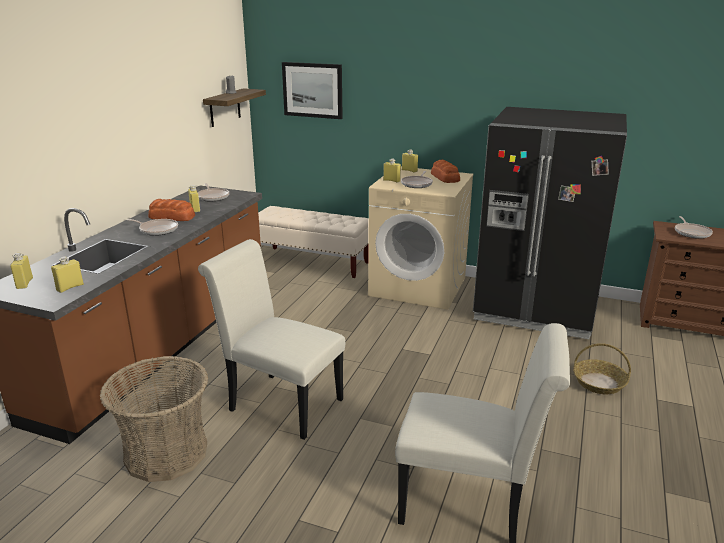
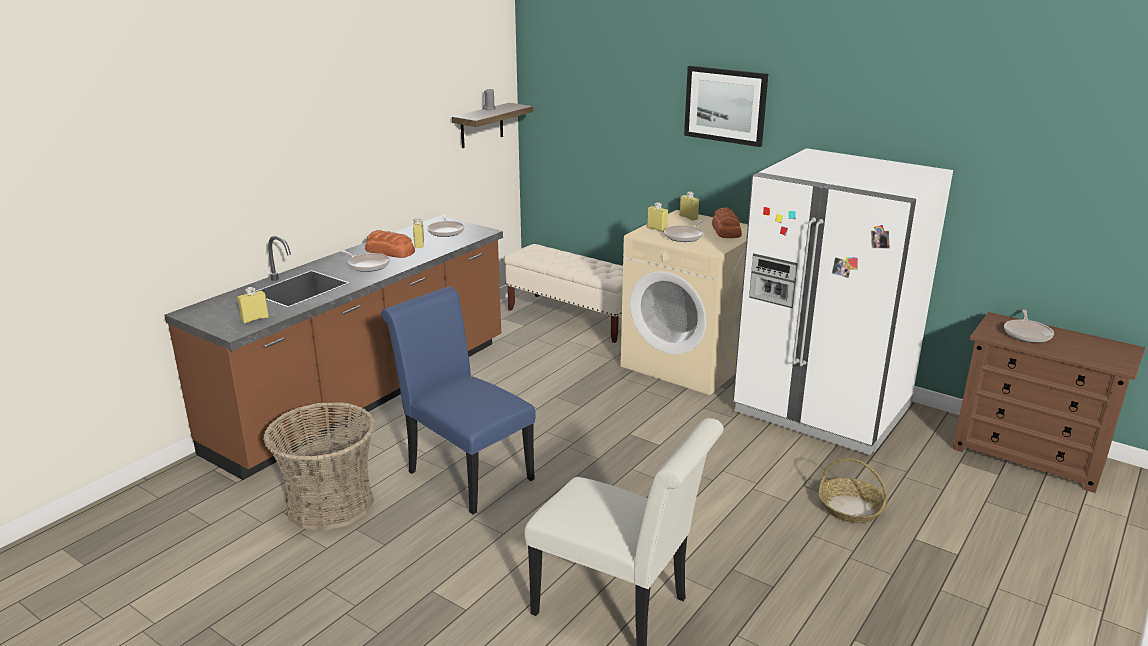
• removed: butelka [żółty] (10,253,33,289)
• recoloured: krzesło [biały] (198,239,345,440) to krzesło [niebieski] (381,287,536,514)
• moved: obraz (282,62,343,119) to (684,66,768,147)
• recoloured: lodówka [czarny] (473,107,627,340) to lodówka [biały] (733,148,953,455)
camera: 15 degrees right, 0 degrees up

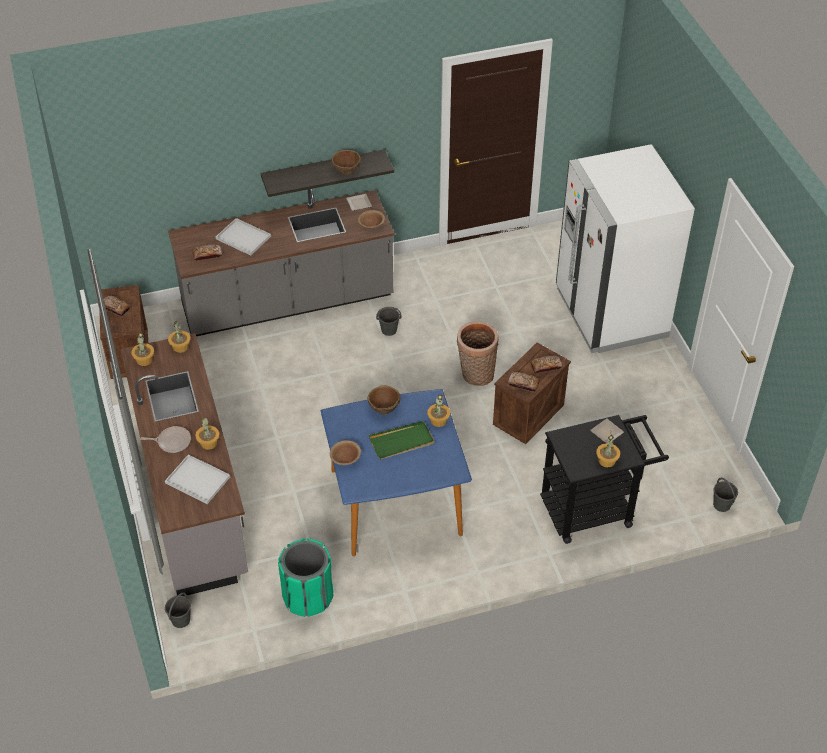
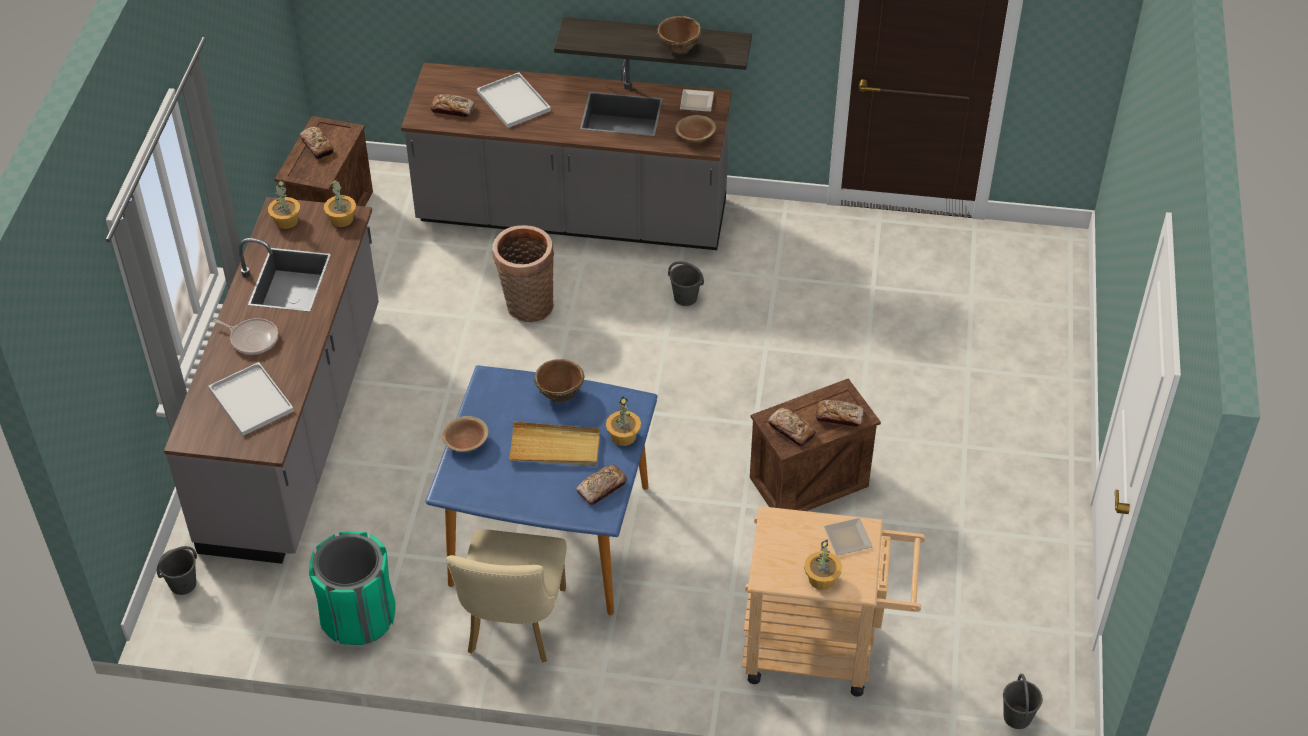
• removed: roślina doniczkowa (196,417,220,449)
• recoloured: taca [zielony] (369,421,434,459) to taca [beżowy] (508,422,600,466)
• moved: koszyk (457,321,499,386) to (492,225,554,322)
• recoloured: wózek [czarny] (540,415,669,544) to wózek [beżowy] (742,506,925,697)
• removed: lodówka [biały] (556,144,695,353)
• added: krzesło [beżowy] (446,529,567,662)
• added: chleb (576,465,627,505)
camera: 25 degrees right, 0 degrees up

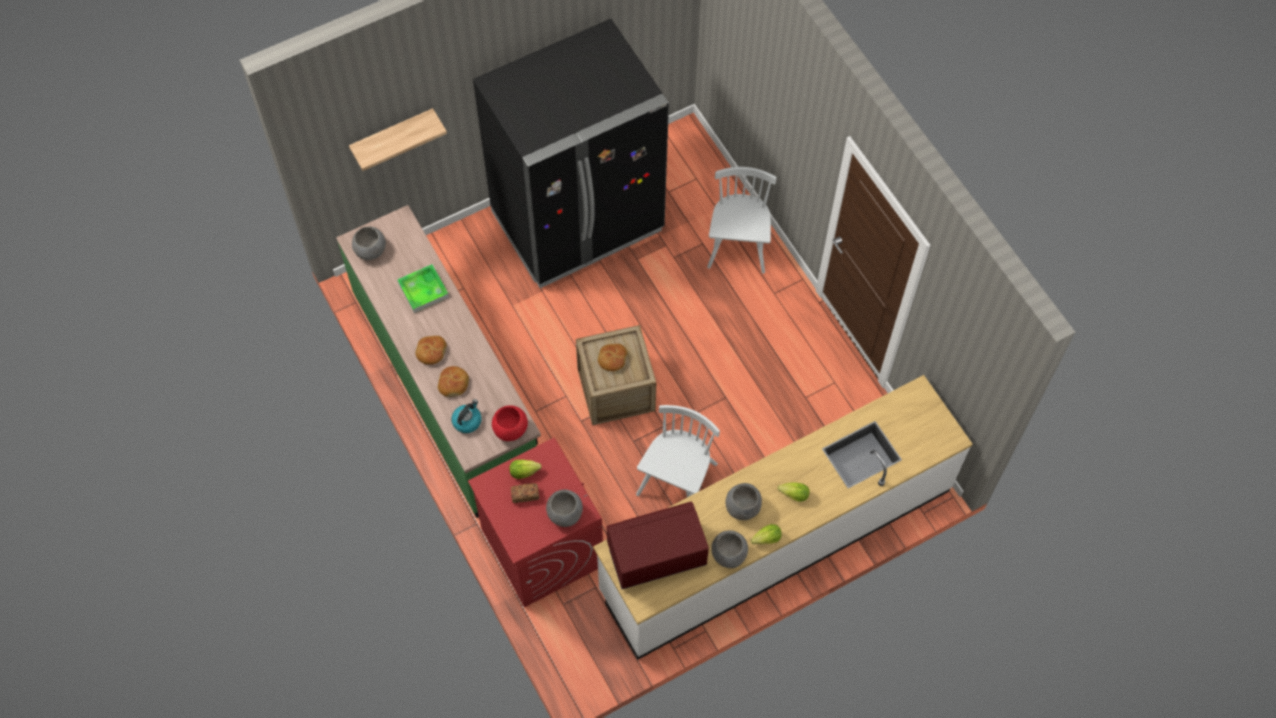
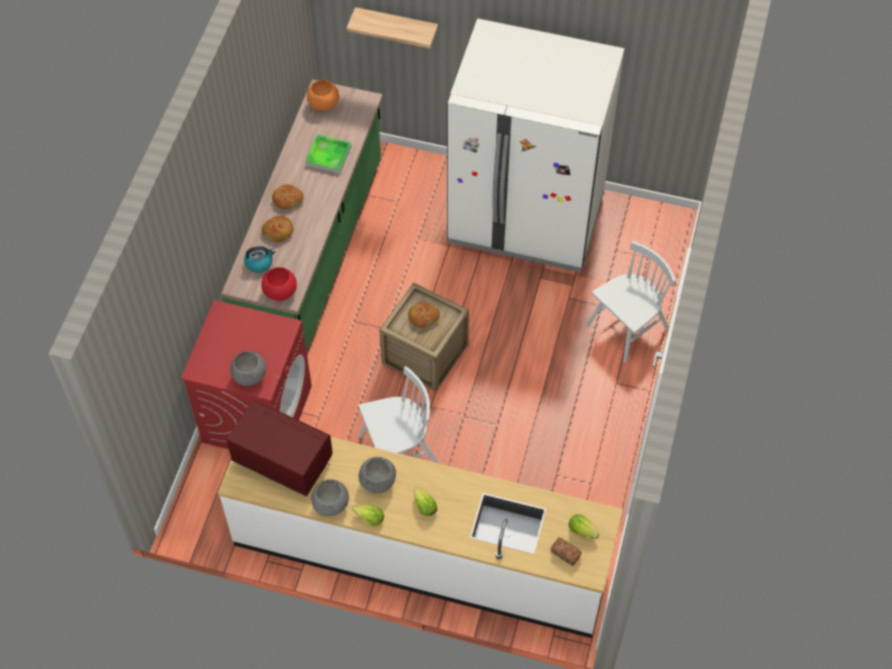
• recoloured: miska [szary] (352,227,386,260) to miska [pomarańczowy] (307,80,339,111)
• recoloured: lodówka [czarny] (473,19,669,288) to lodówka [biały] (447,19,624,272)
• moved: sałata (509,460,542,479) to (569,514,599,539)
• moved: chleb (511,483,539,503) to (550,538,582,566)
camera: 45 degrees right, 5 degrees down

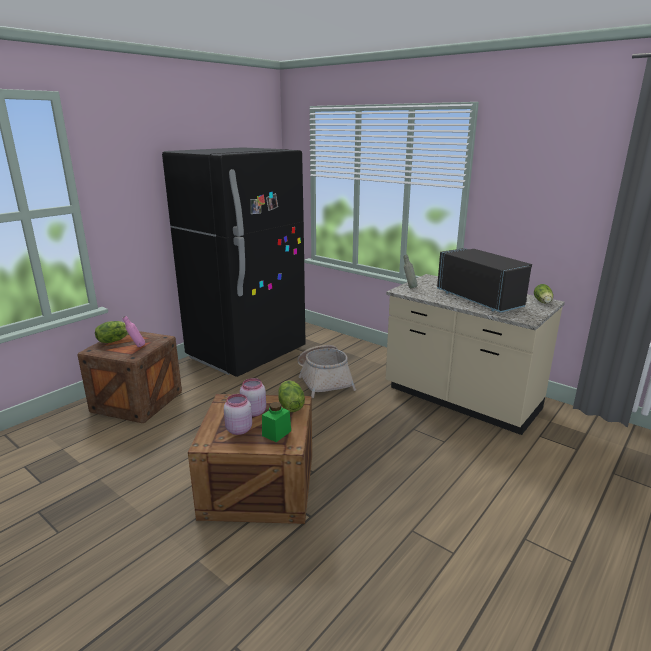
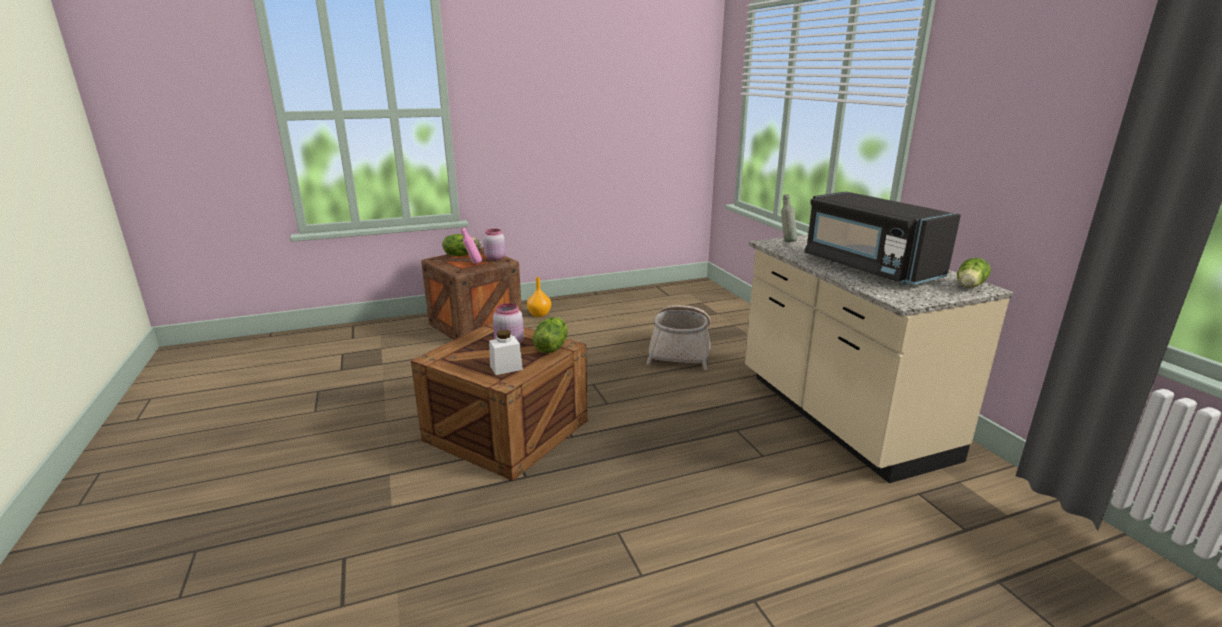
• removed: lodówka [czarny] (162,147,306,377)
• moved: słoik [różowy] (224,394,252,435) to (483,229,506,260)
• recoloured: słoik [zielony] (262,402,291,442) to słoik [biały] (489,330,523,375)
• turned: mikrofalówka [czarny] (437,248,532,313) = (804,192,961,285) 150 degrees clockwise
• added: wazon [pomarańczowy] (527,277,551,317)
camera: 30 degrees right, 0 degrees up

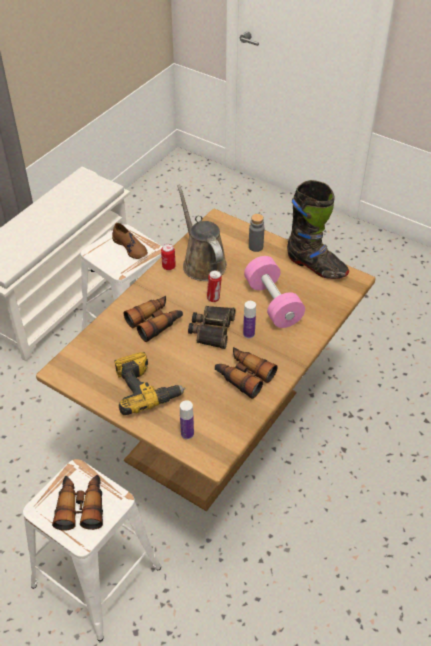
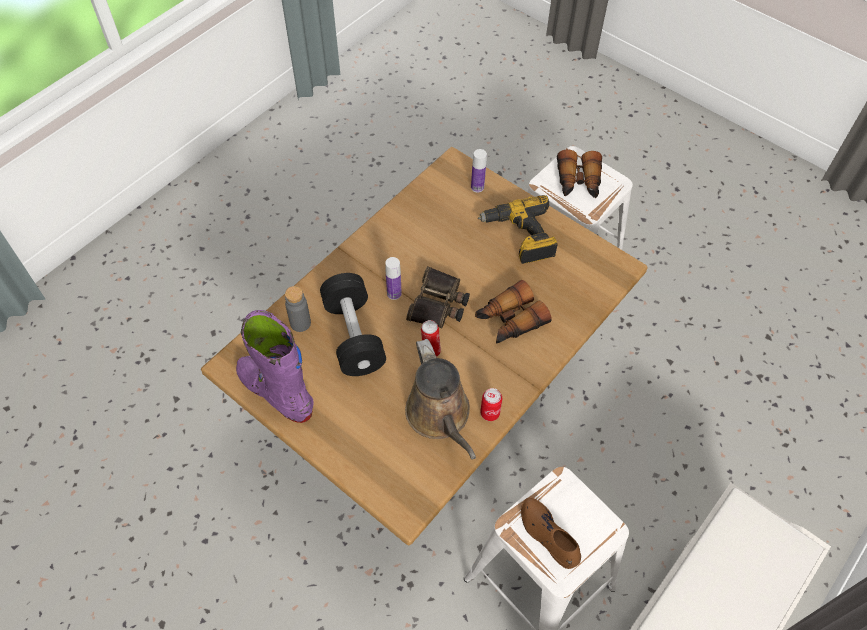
• removed: lornetka (215,347,278,399)
• recoloured: hantel [różowy] (244,256,305,328) to hantel [czarny] (320,273,386,376)
• moved: butelka [szary] (249,214,264,252) to (285,286,311,332)
• recoloured: but z cholewką [czarny] (287,180,349,279) to but z cholewką [fioletowy] (236,310,314,423)
camera: 175 degrees left, 10 degrees up

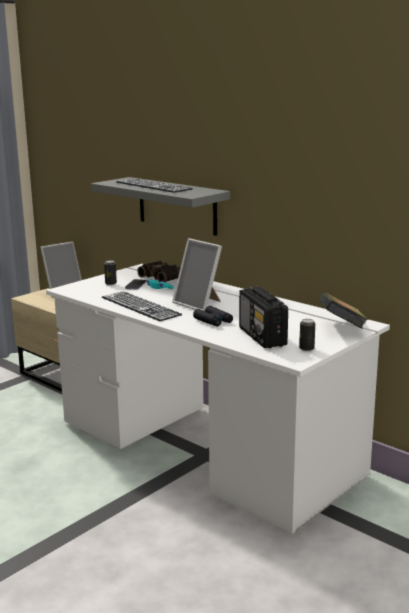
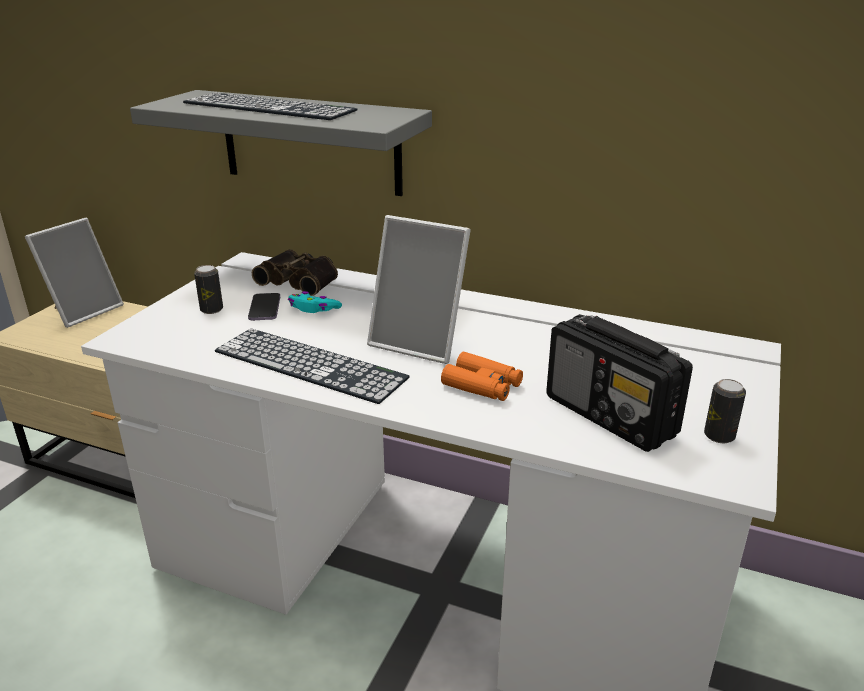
• recoloured: lornetka [czarny] (193,306,233,326) to lornetka [pomarańczowy] (441,352,523,401)
• removed: książka (319,293,368,329)
camera: 20 degrees left, 10 degrees up

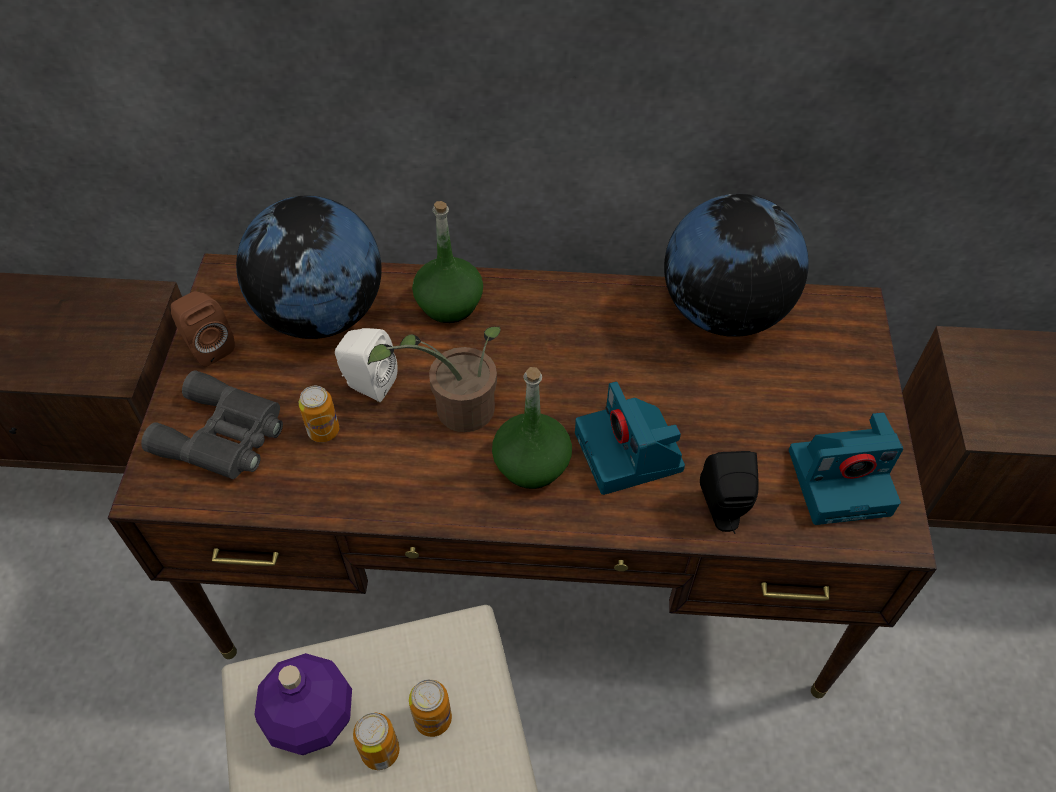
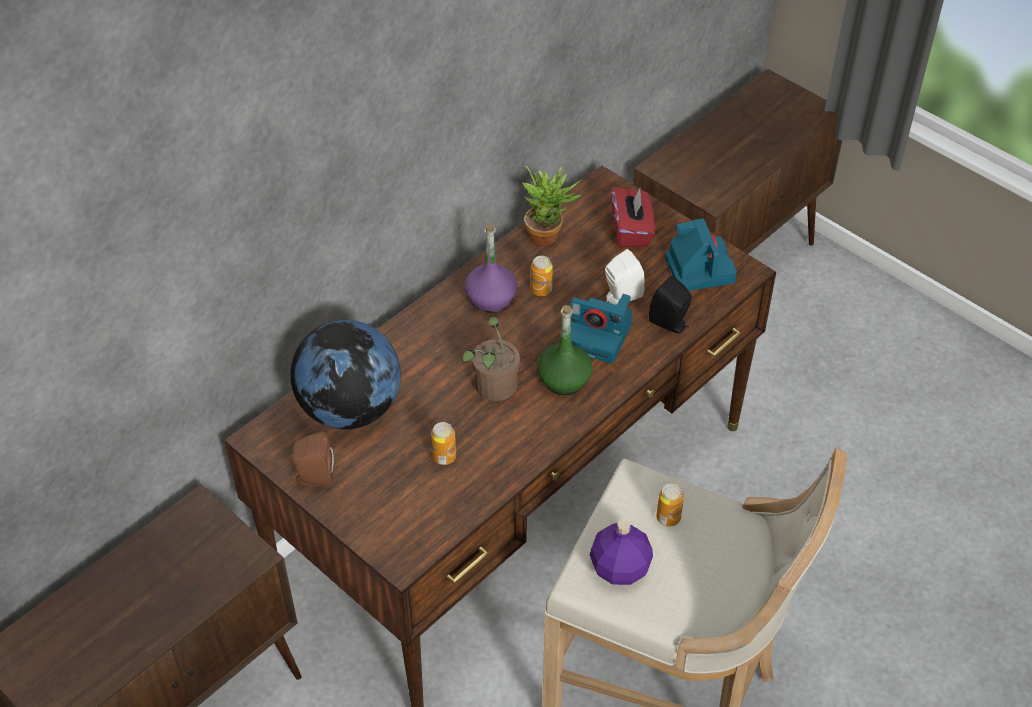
• removed: lornetka [szary] (141,370,283,479)
• moved: głośnik [biały] (335,328,397,402) to (605,249,645,305)
• moved: puszka (353,712,400,770) to (530,256,553,296)
• removed: butelka [zielony] (412,201,483,323)
• replaced: globus (664,194,809,337) to roślina doniczkowa (522,165,582,246)
• turned: aparat fotograficzny (789,412,903,525) = (665,218,737,291) 45 degrees counterclockwise
• added: butelka [fioletowy] (465,224,517,313)
• added: pudełko chusteczek [czerwony] (611,187,655,248)
camera: 50 degrees left, 5 degrees down

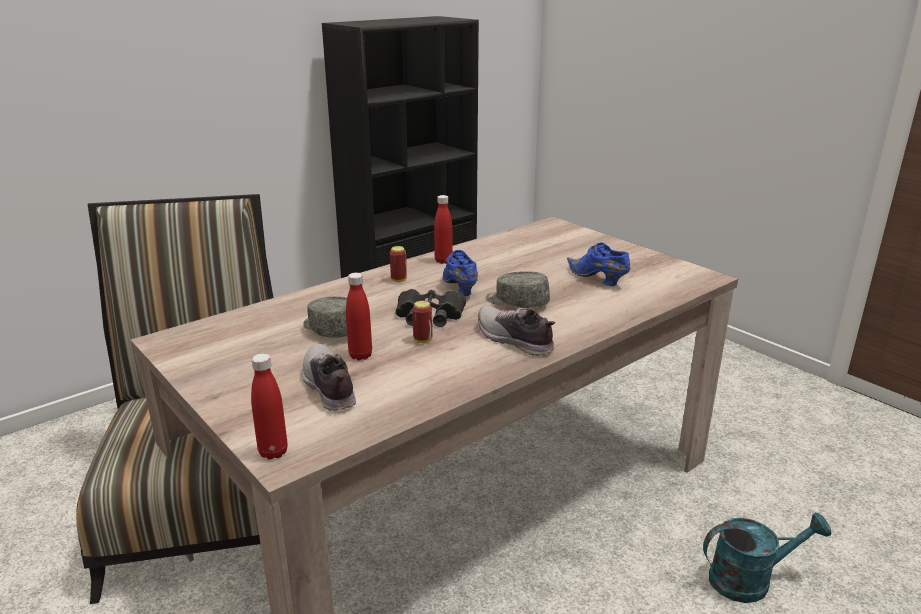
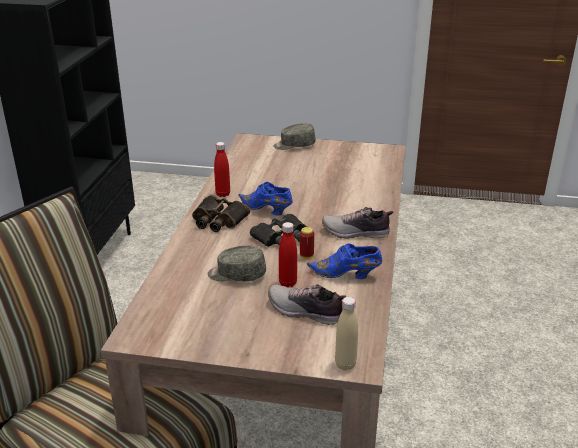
• recoloured: butelka [czerwony] (251,353,288,460) to butelka [beżowy] (335,297,358,371)
• replaced: puszka (390,246,407,282) to lornetka (192,195,250,232)
• moved: czapka z daszkiem [szary] (486,271,550,308) to (273,123,316,150)
• moved: but [niebieski] (567,242,630,286) to (307,243,382,279)
• removed: konewka [turkusowy] (703,512,831,603)
camera: 40 degrees left, 5 degrees up

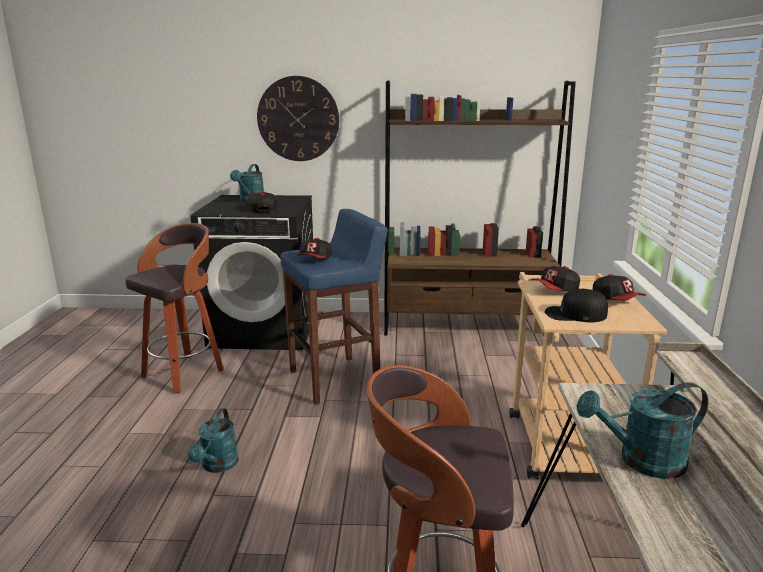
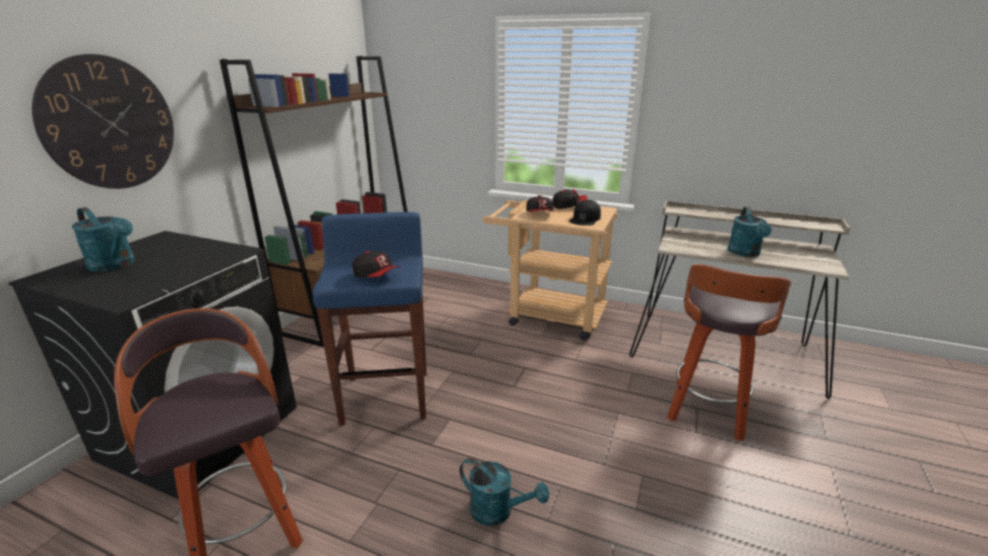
• removed: czapka z daszkiem (249,191,278,213)
camera: 70 degrees left, 5 degrees up

